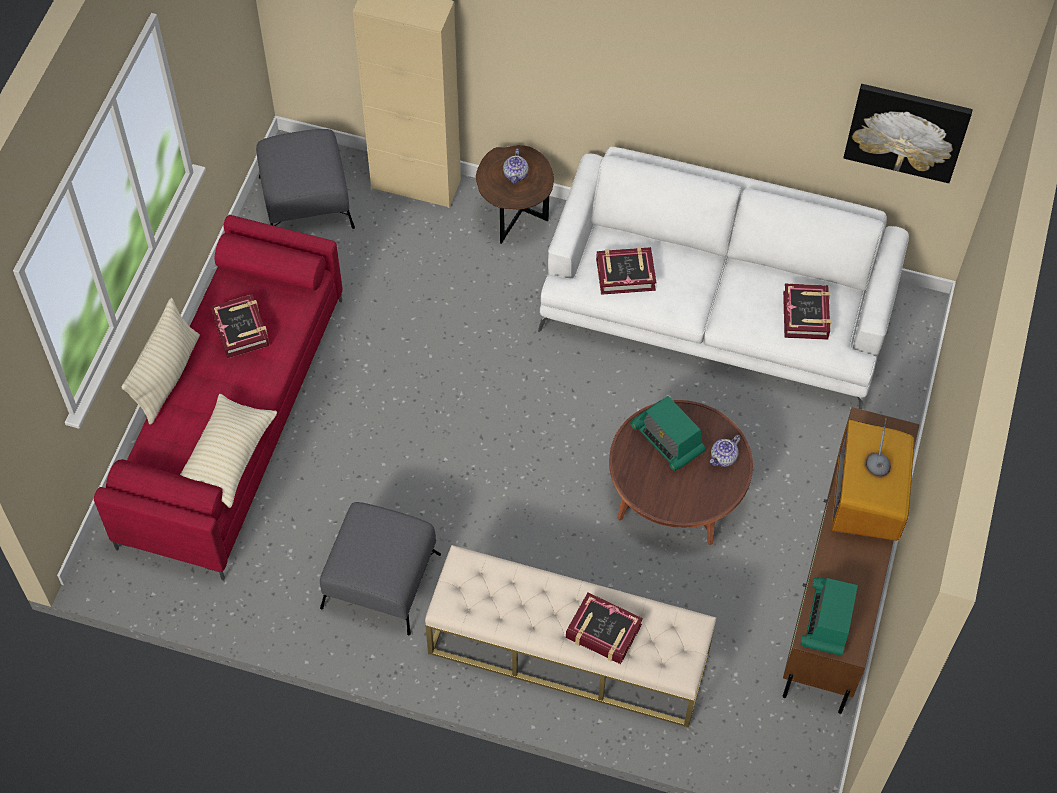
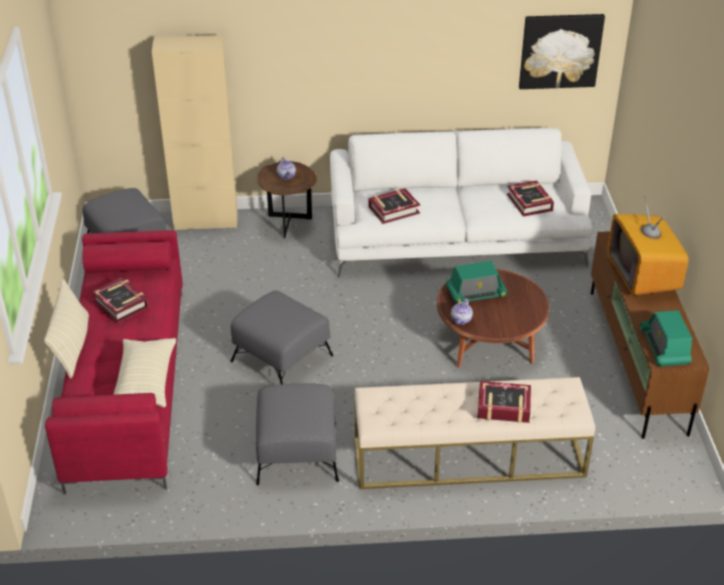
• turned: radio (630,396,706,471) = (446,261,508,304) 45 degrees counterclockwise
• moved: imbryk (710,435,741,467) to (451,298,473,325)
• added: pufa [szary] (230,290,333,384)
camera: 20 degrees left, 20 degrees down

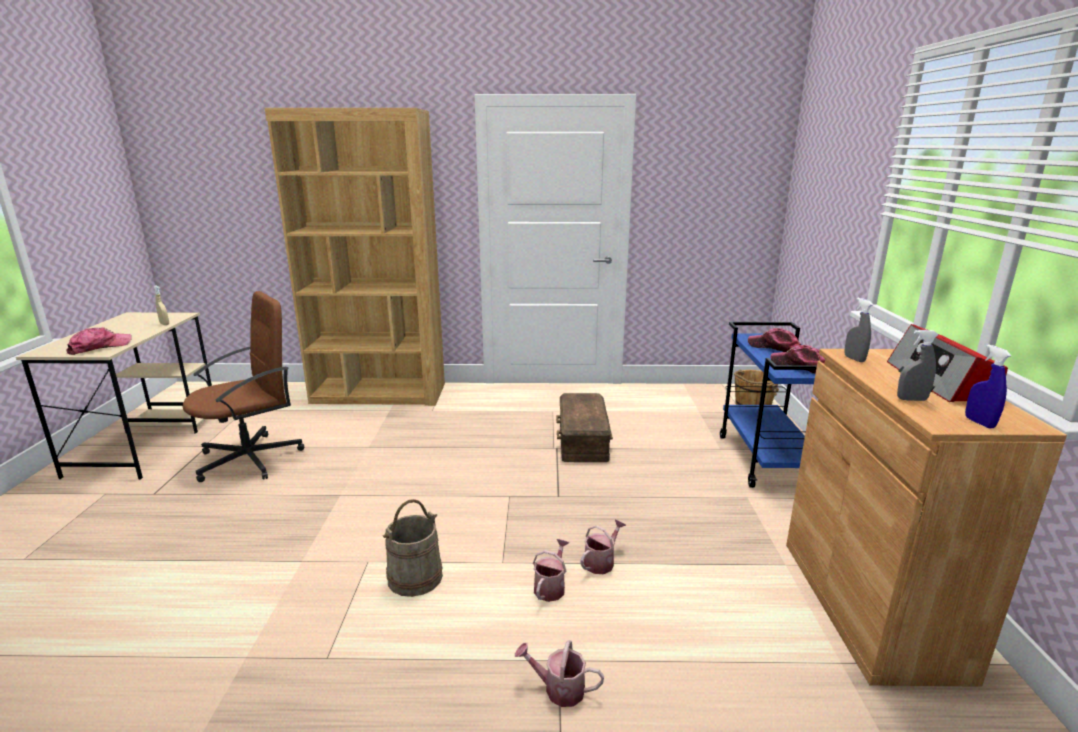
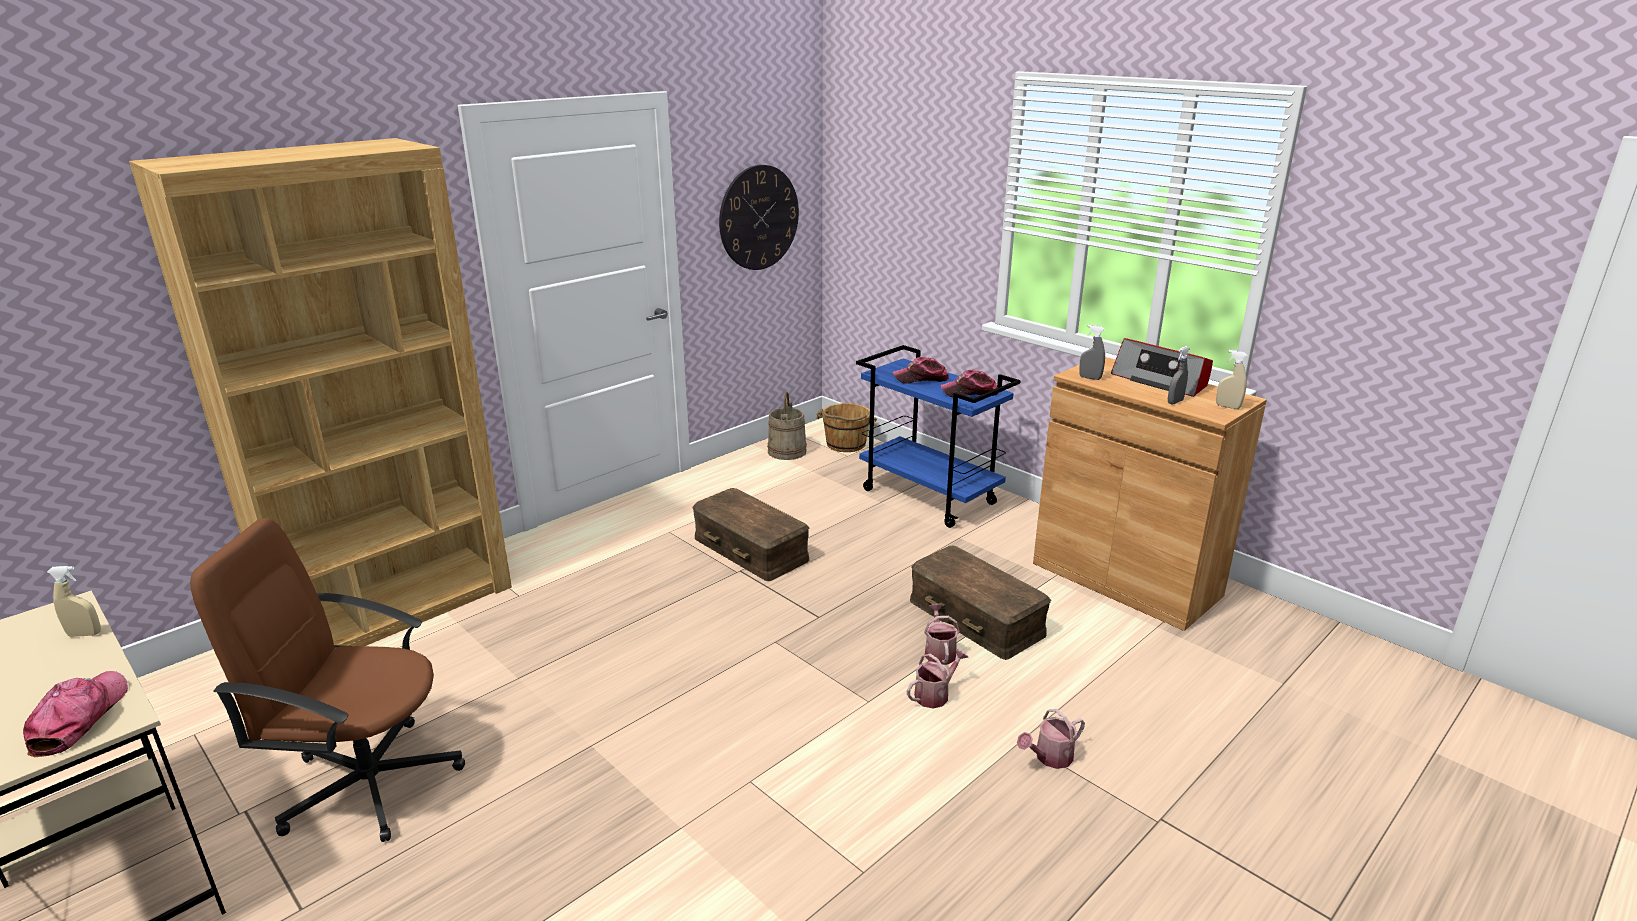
• turned: krzesło biurowe [brązowy] (182,291,304,482) = (190,518,465,842) 90 degrees counterclockwise
• moved: wiadro [beżowy] (383,499,443,597) to (767,392,807,460)
• turned: konewka (533,539,569,602) = (907,649,968,709) 75 degrees clockwise
• recoloured: spryskiwacz [niebieski] (965,344,1012,429) to spryskiwacz [beżowy] (1216,350,1247,409)
• added: zegar ścienny (719,165,799,270)
• added: pojemnik do przechowywania [brązowy] (910,545,1051,660)
camera: 45 degrees left, 5 degrees up

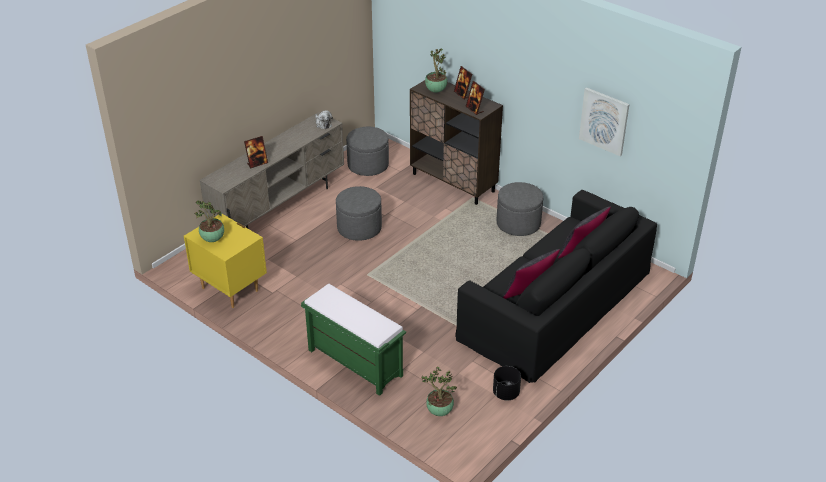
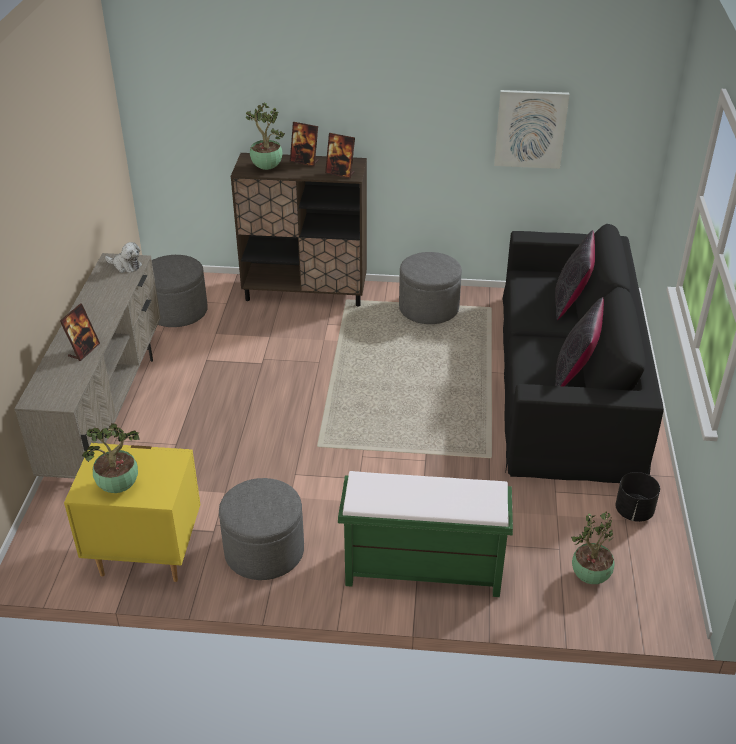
• moved: pufa [szary] (336,186,382,241) to (219,478,304,580)
camera: 35 degrees left, 0 degrees up

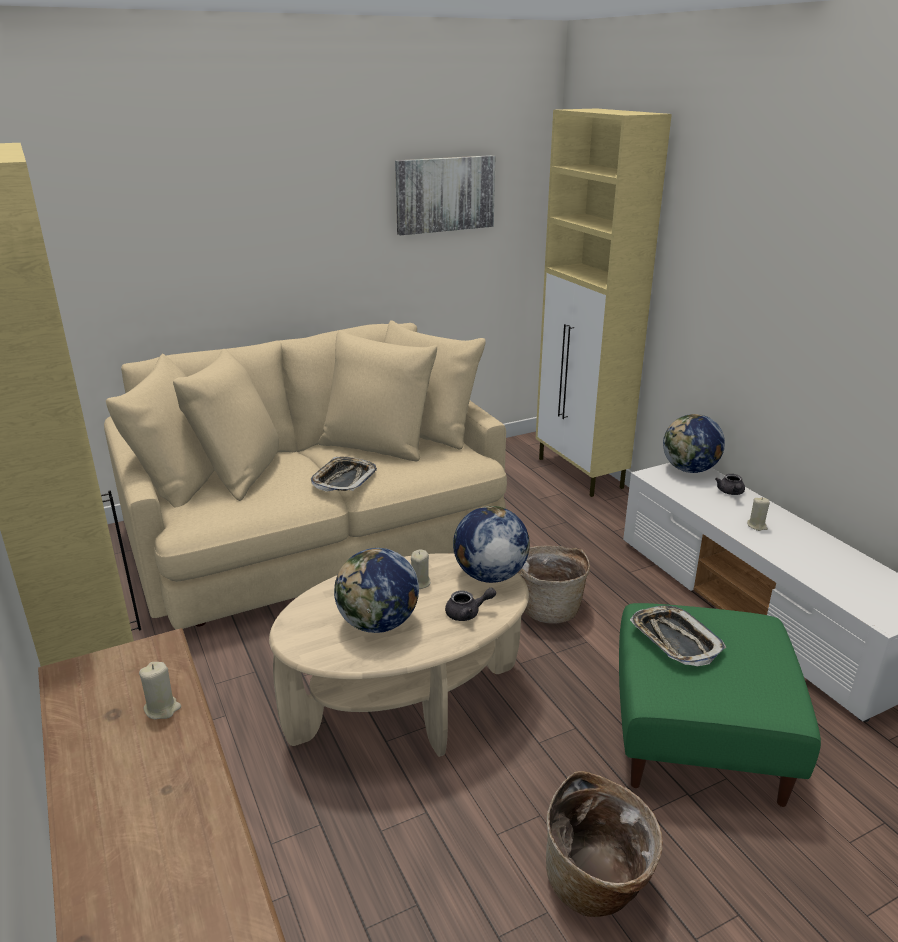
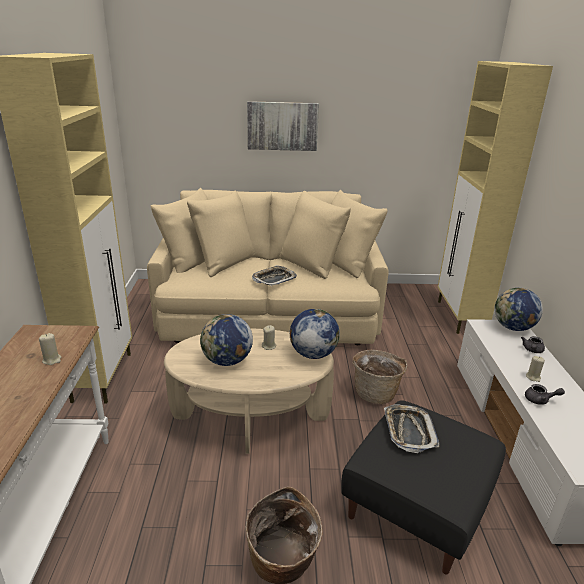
• moved: obraz (395,155,495,235) to (247,101,319,151)
• moved: imbryk [szary] (445,588,496,621) to (525,384,565,405)
• recoloured: pufa [zielony] (619,603,821,807) to pufa [czarny] (341,400,506,575)
camera: 25 degrees right, 0 degrees up

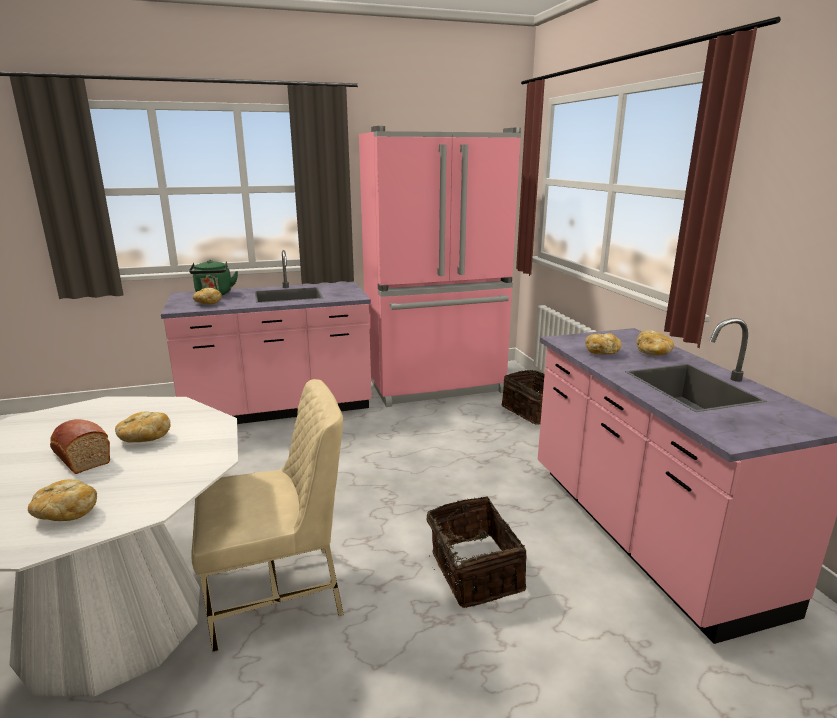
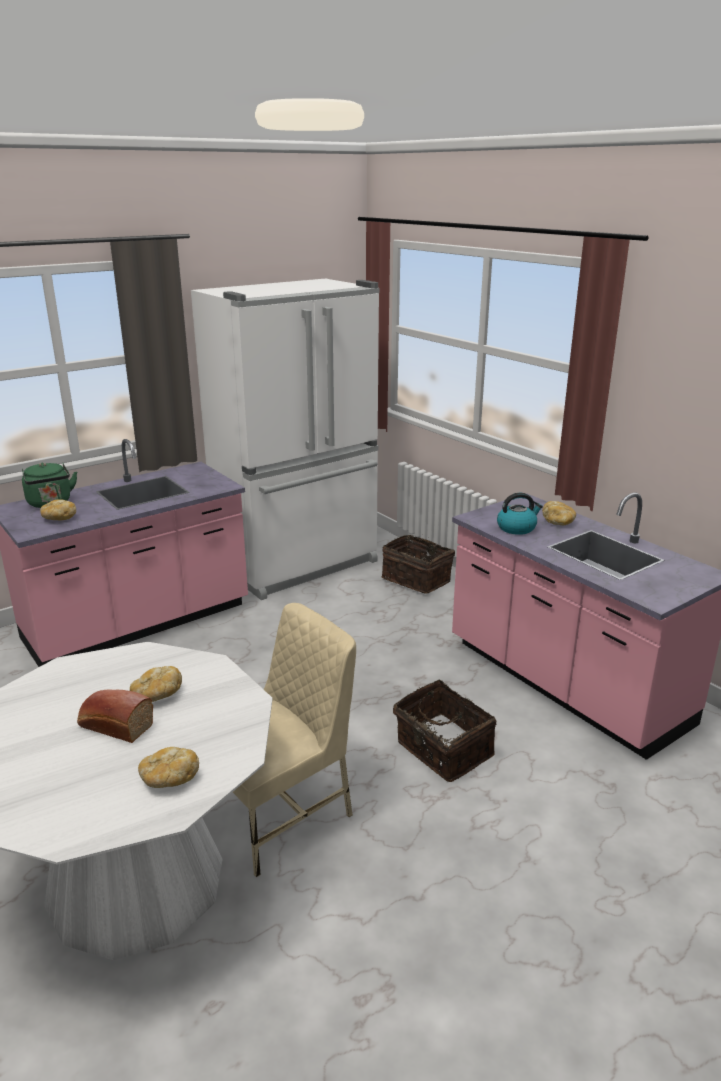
• recoloured: lodówka [różowy] (359,126,521,407) to lodówka [biały] (191,279,380,600)
• replaced: chleb (585,333,621,355) to czajnik (497,493,543,535)
camera: 20 degrees left, 5 degrees up

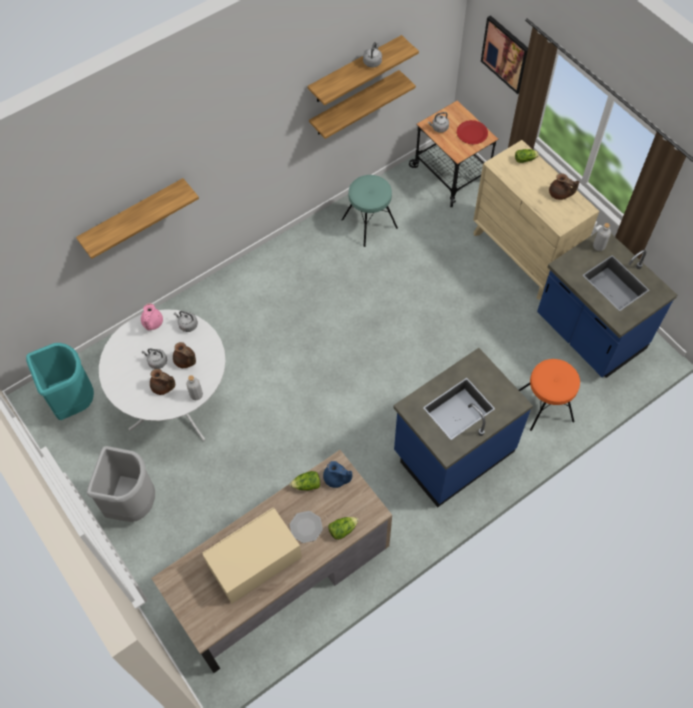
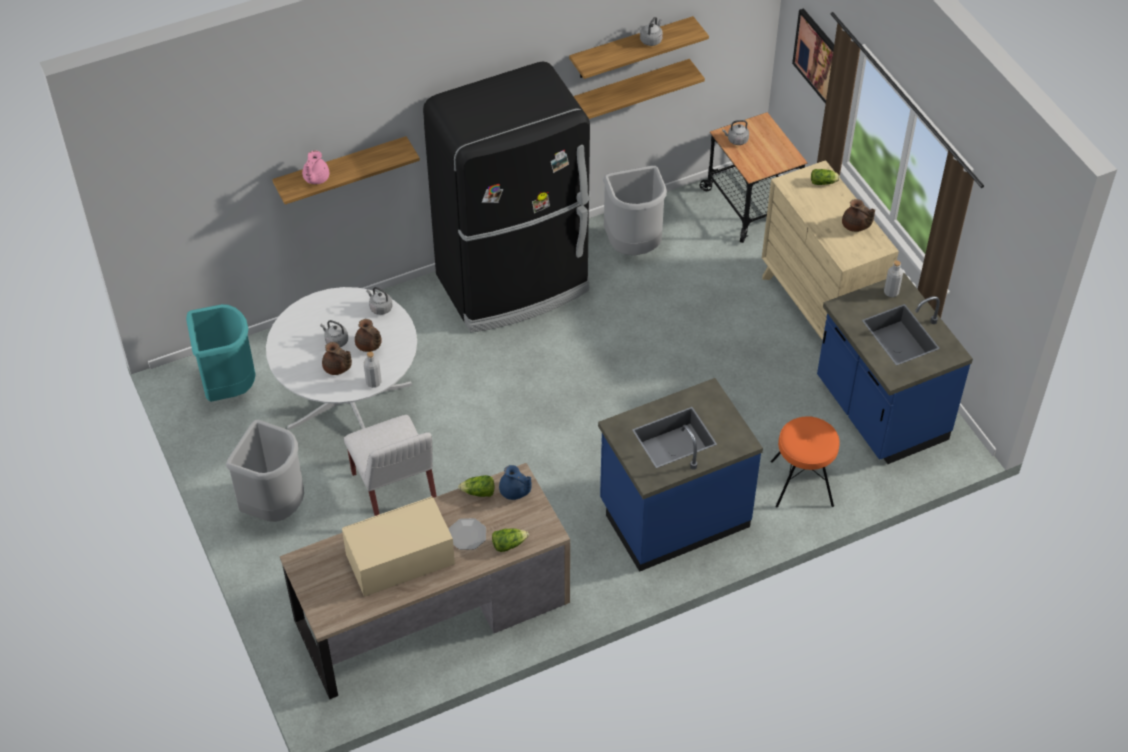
• moved: imbryk [różowy] (141,304,163,330) to (302,150,329,184)
• replaced: stołek [turkusowy] (341,175,398,247) to kosz na śmieci [szary] (603,166,667,255)
• removed: talerz [czerwony] (457,120,488,144)
• added: krzesło [biały] (344,415,437,516)
• added: lodówka [czarny] (423,61,591,333)
camera: 10 degrees right, 10 degrees down

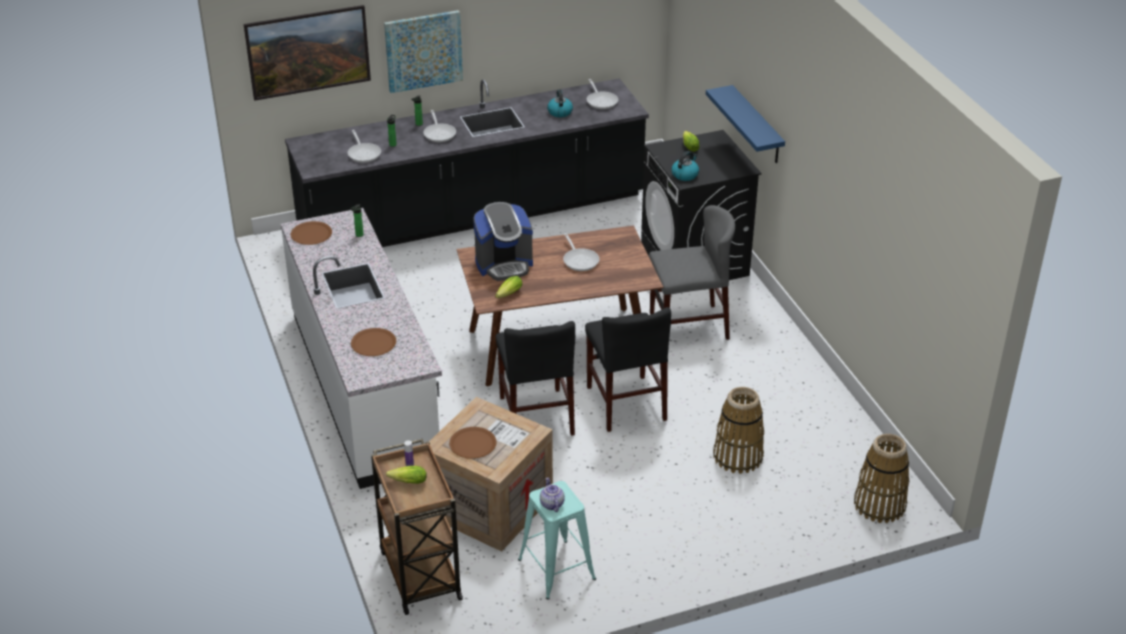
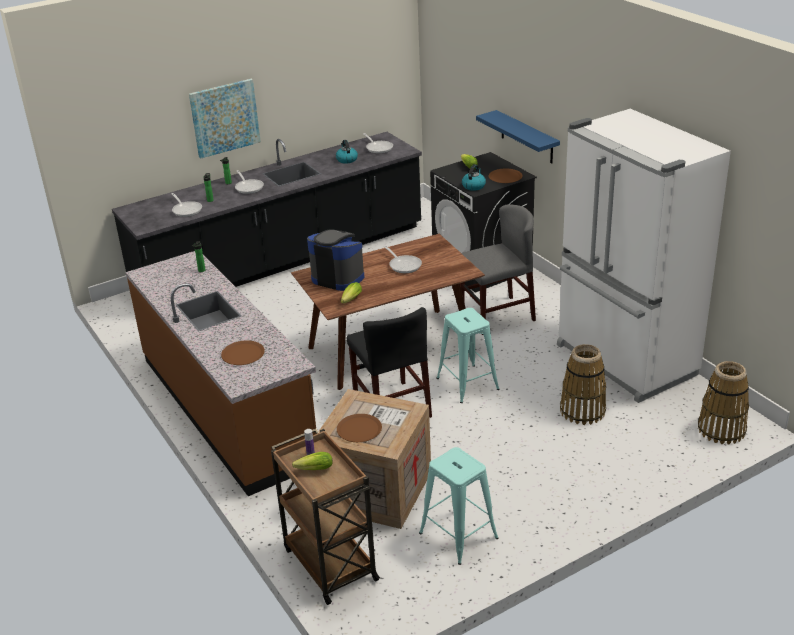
• removed: obraz (244,5,371,101)
• recoloured: zabudowa kuchenna [biały] (281,208,442,489) to zabudowa kuchenna [brązowy] (126,251,316,496)
• moved: talerz [brązowy] (291,221,332,245) to (488,169,522,183)
• turned: ekspres do kawy (473,202,533,281) = (307,229,364,291) 120 degrees counterclockwise
• removed: imbryk (540,477,565,512)
• replaced: krzesło [czarny] (585,307,671,432) to stołek [turkusowy] (436,308,500,403)
• added: lodówka [biały] (557,109,731,403)
camera: 10 degrees left, 5 degrees down

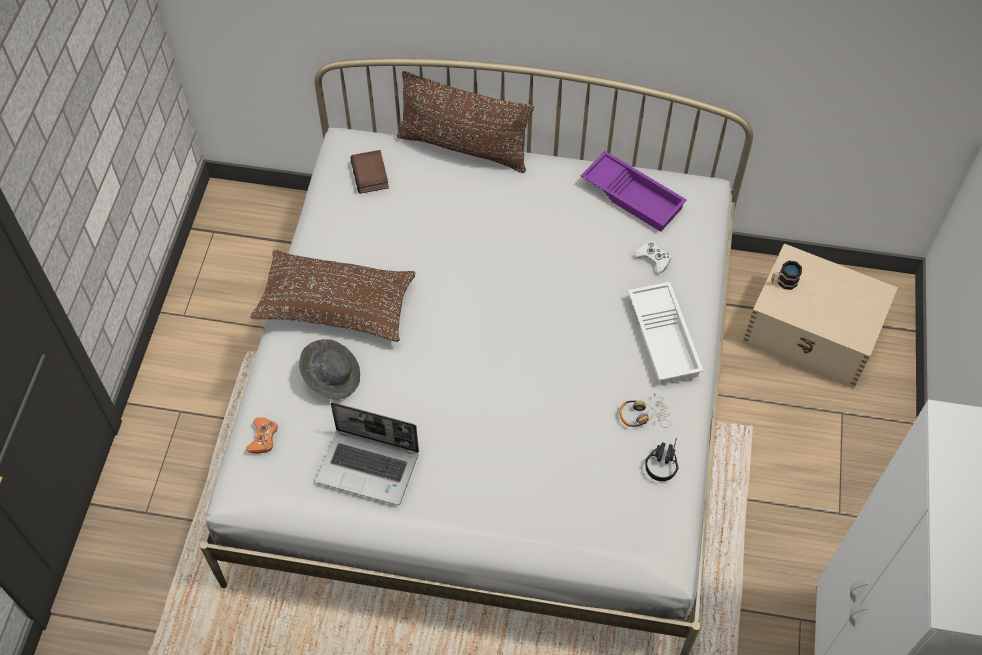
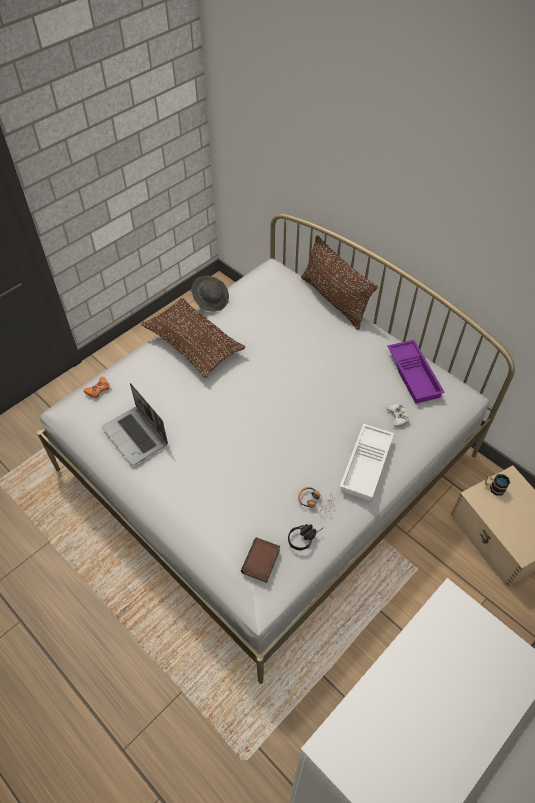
• moved: kapelusz [szary] (299,339,360,400) to (192,276,229,312)
• moved: książka (350,150,389,194) to (241,537,280,583)
camera: 35 degrees right, 5 degrees down

